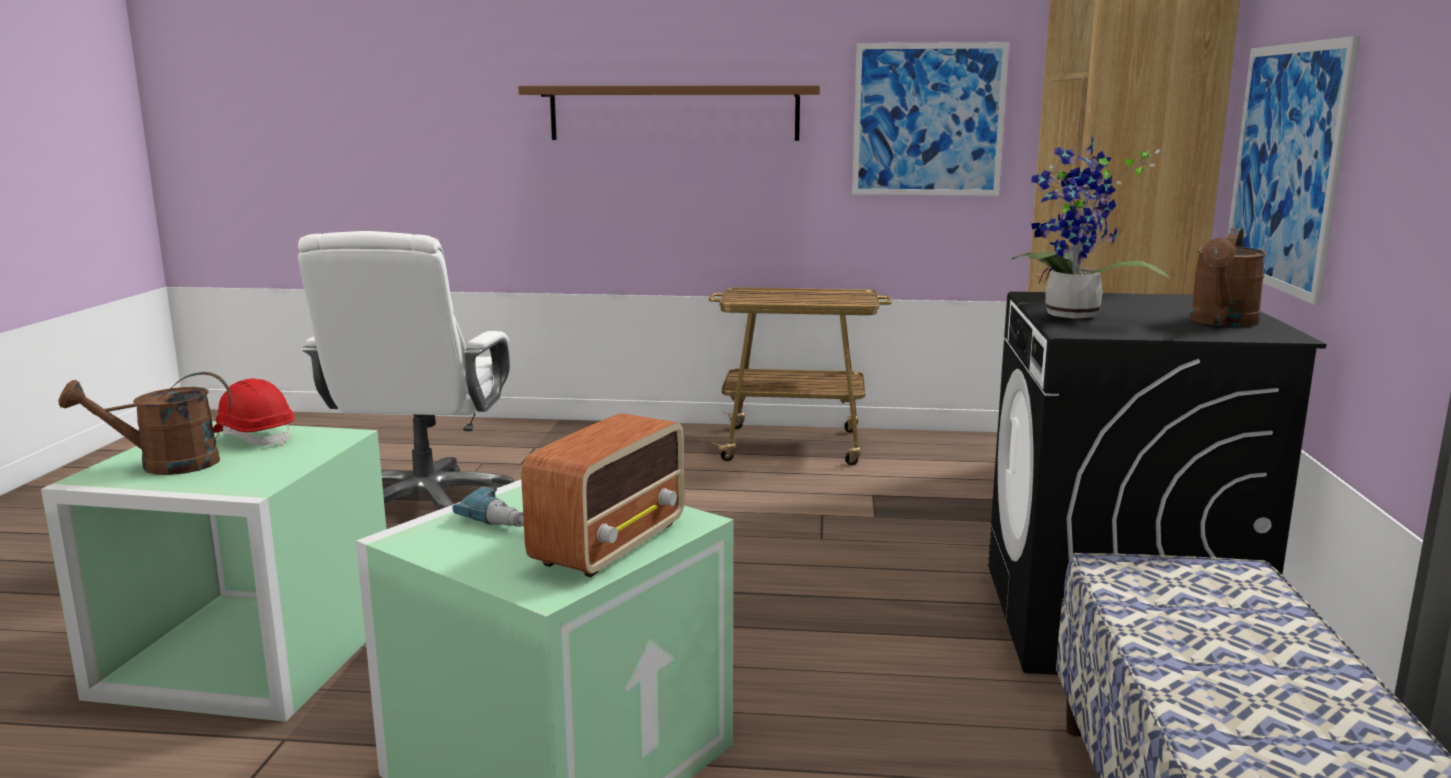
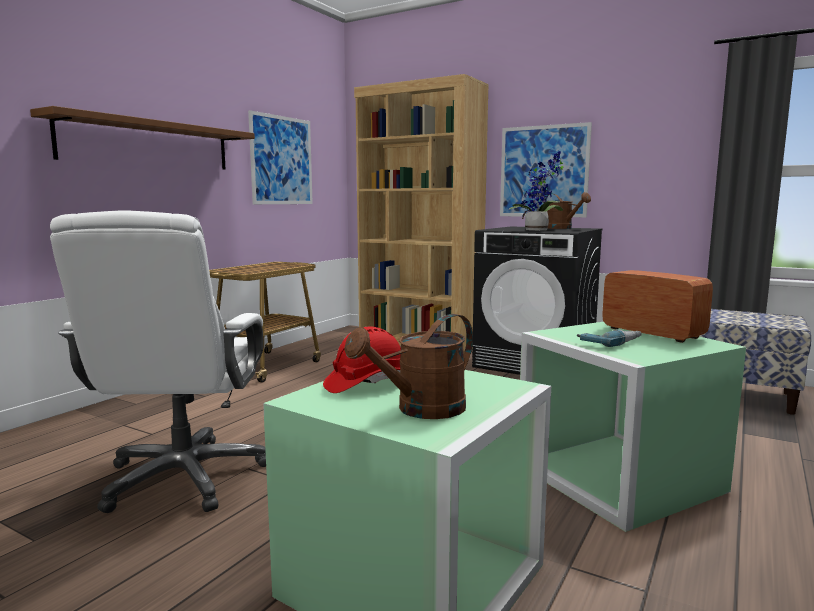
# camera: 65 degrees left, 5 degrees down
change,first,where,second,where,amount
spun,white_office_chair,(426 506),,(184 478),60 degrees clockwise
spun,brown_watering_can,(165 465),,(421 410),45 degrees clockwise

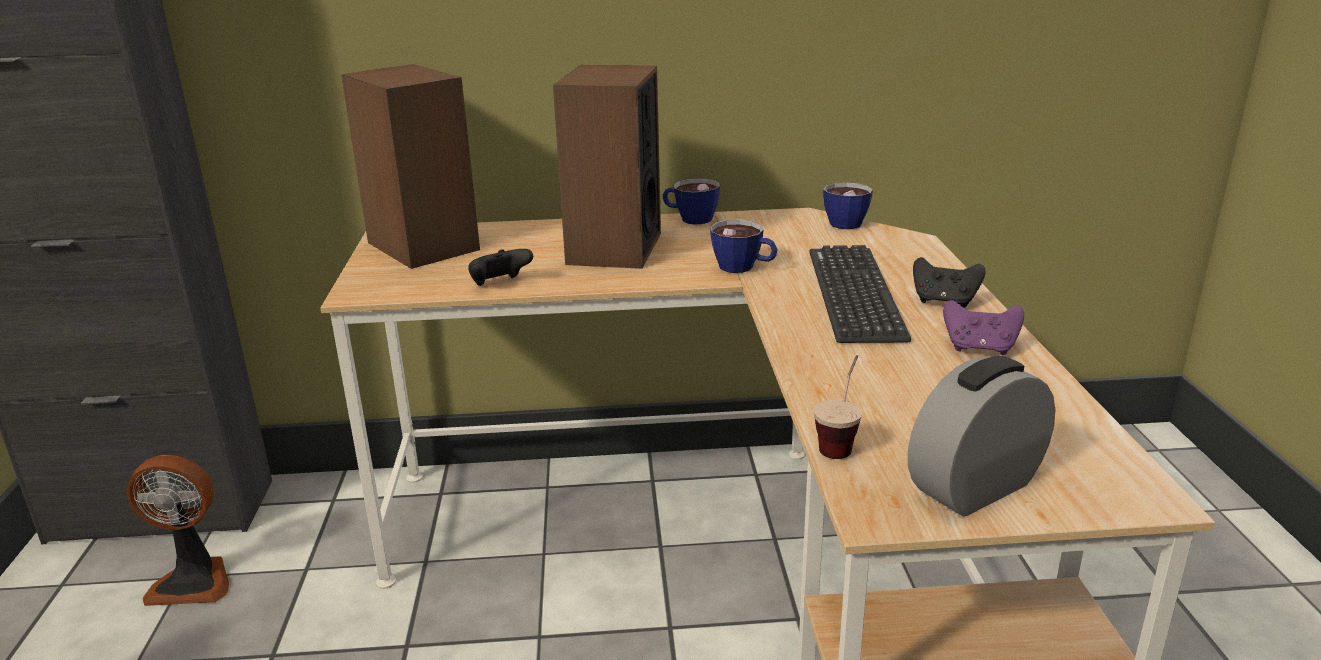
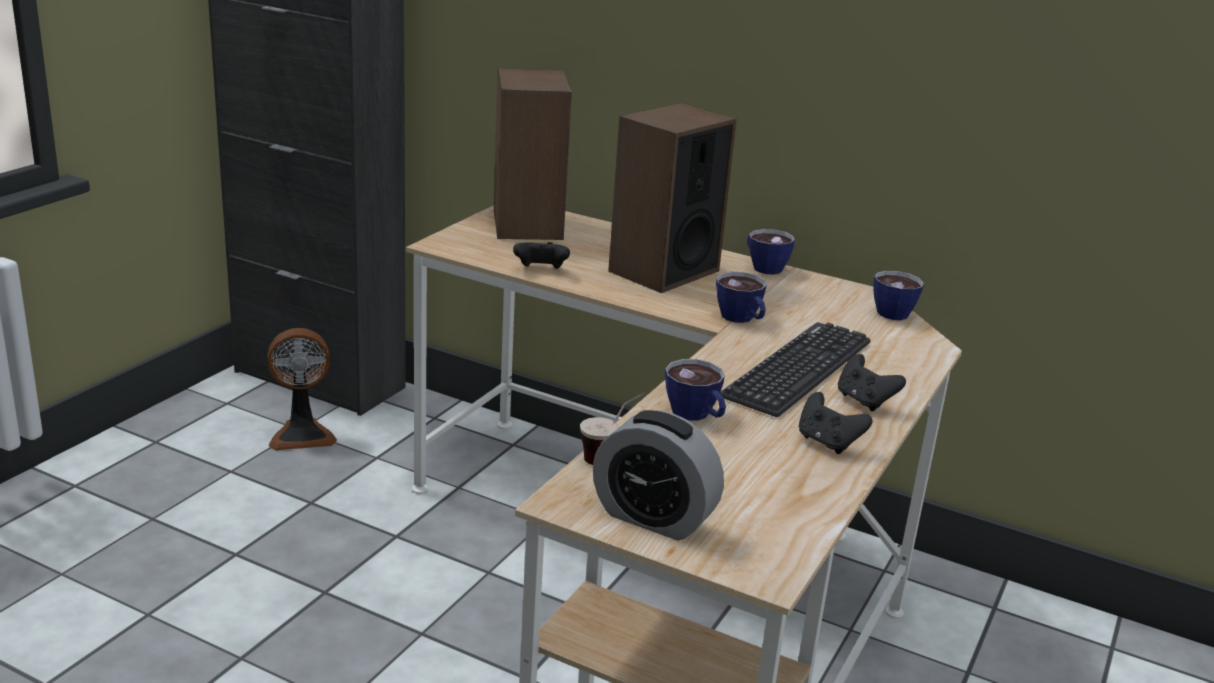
# camera: 30 degrees right, 0 degrees up
change,first,where,second,where,amount
spun,fan,(194 581),,(302 435),45 degrees counterclockwise
spun,alarm_clock,(975 488),,(653 518),150 degrees counterclockwise
appeared,,,cup,(696 416),
colour,purple_game_controller,(979 348),black_game_controller,(827 442),

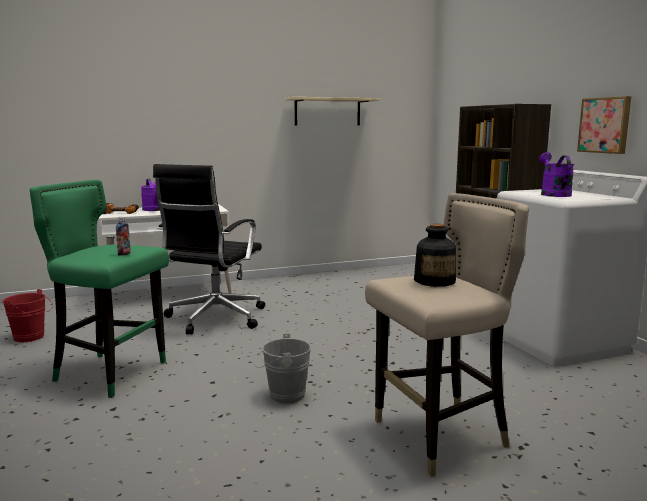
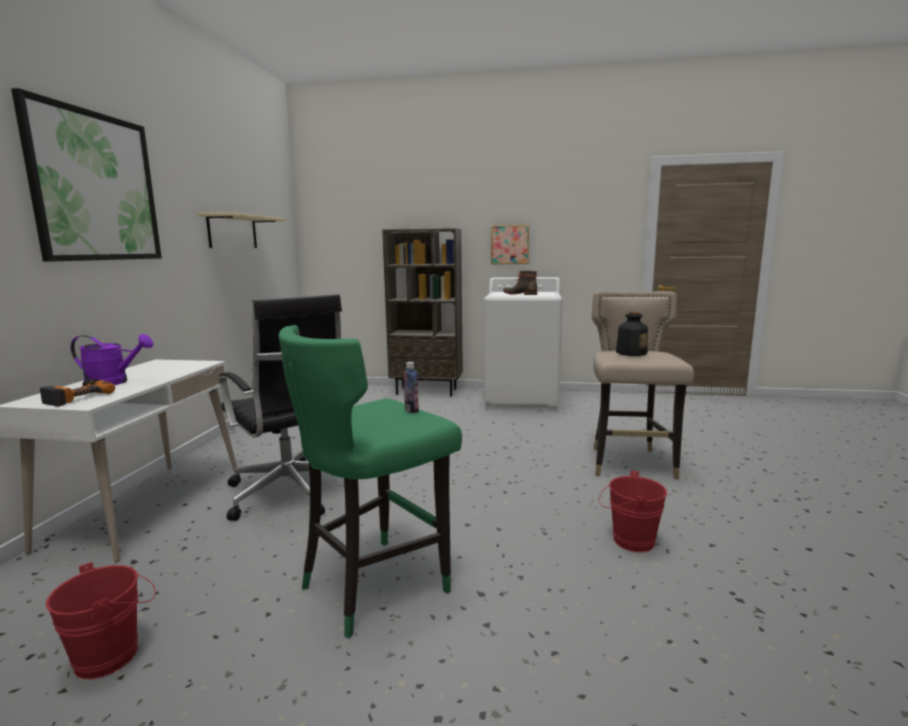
# camera: 60 degrees left, 0 degrees up
change,first,where,second,where,amount
appeared,,,picture,(95 187),
exchanged,purple_watering_can,(553 194),boot,(520 294),
appeared,,,red_bucket,(628 540),
missing,grey_bucket,(283 396),,,

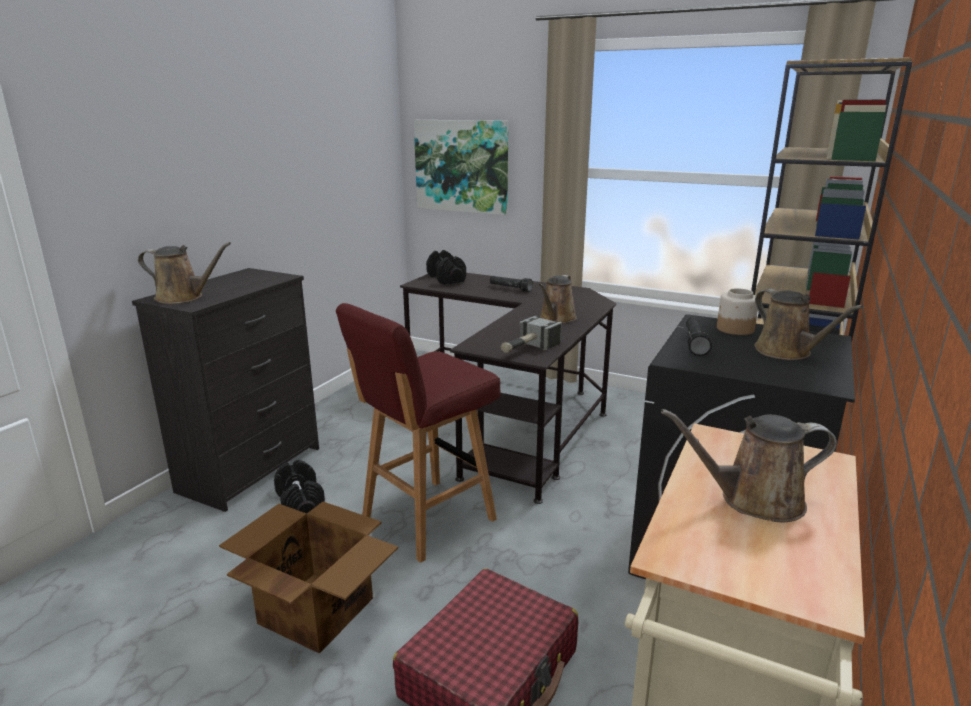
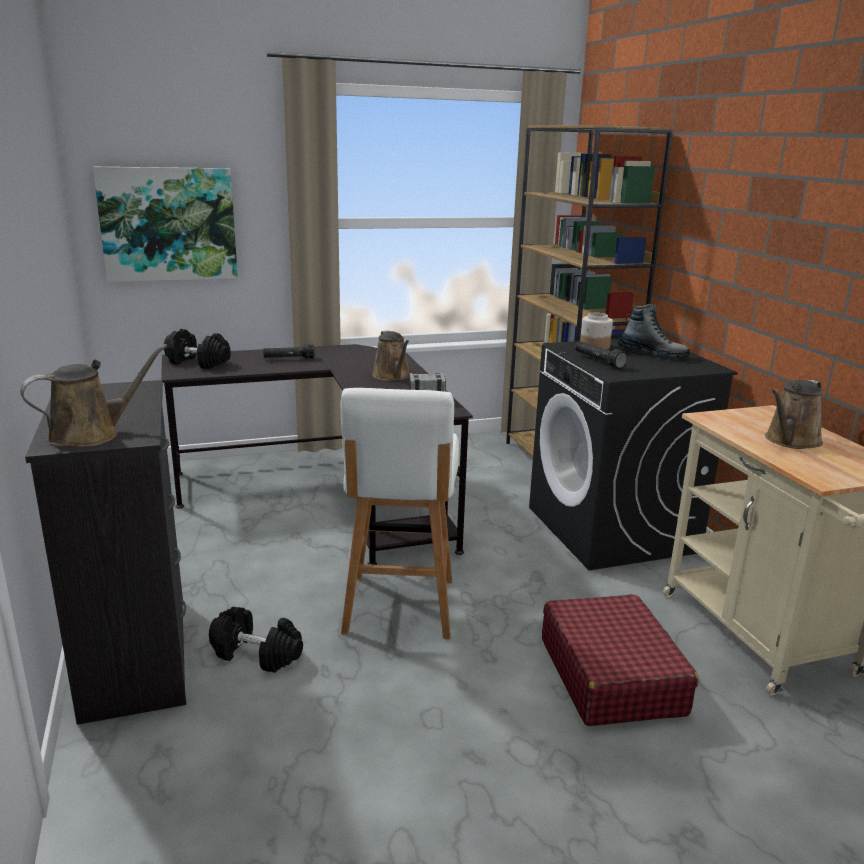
# camera: 45 degrees left, 0 degrees up
change,first,where,second,where,amount
colour,red_stool,(425 519),white_stool,(399 607),
exchanged,brown_watering_can,(786 352),boot,(652 354),
missing,cardboard_box,(315 609),,,

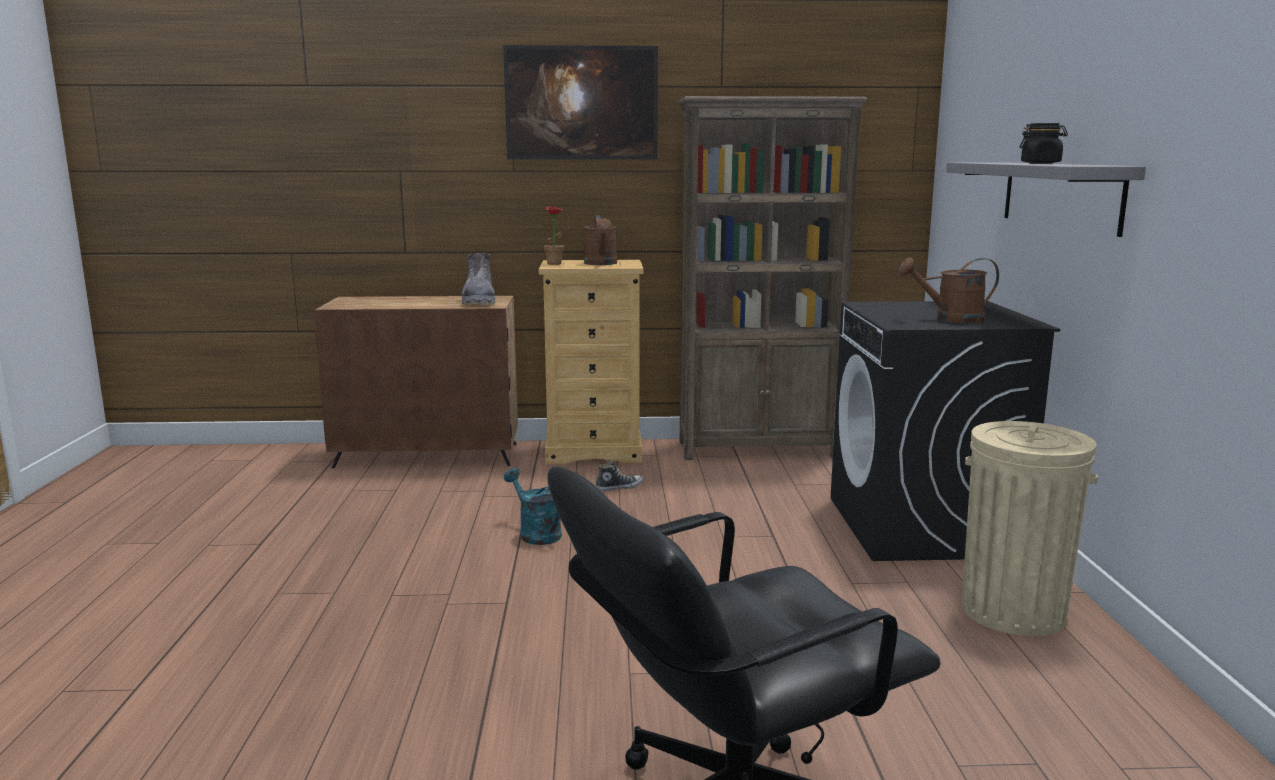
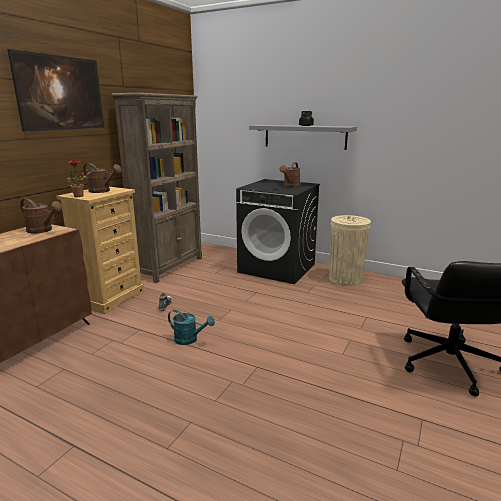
# camera: 60 degrees left, 5 degrees up
change,first,where,second,where,amount
exchanged,grey_boot,(479 302),brown_watering_can,(43 230),
spun,turquoise_watering_can,(535 533),,(189 340),150 degrees counterclockwise

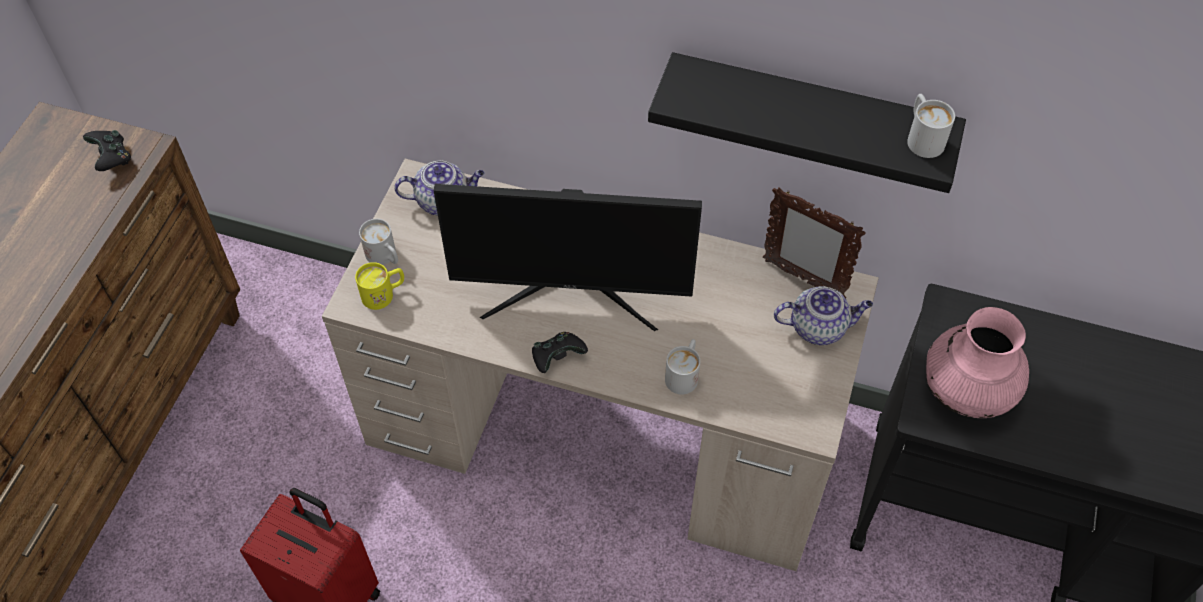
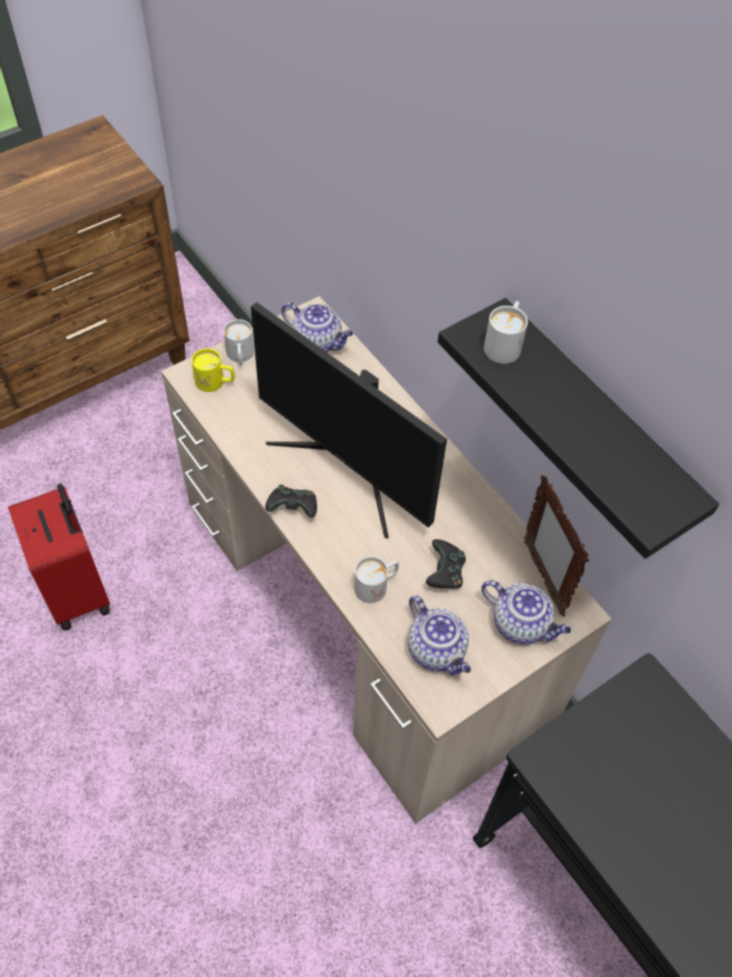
# camera: 35 degrees right, 0 degrees up
change,first,where,second,where,amount
appeared,,,teapot,(437 650),
relocated,black_game_controller,(112 158),,(445 573),
relocated,white_mug,(922 137),,(504 343),
missing,pink_vase,(966 393),,,

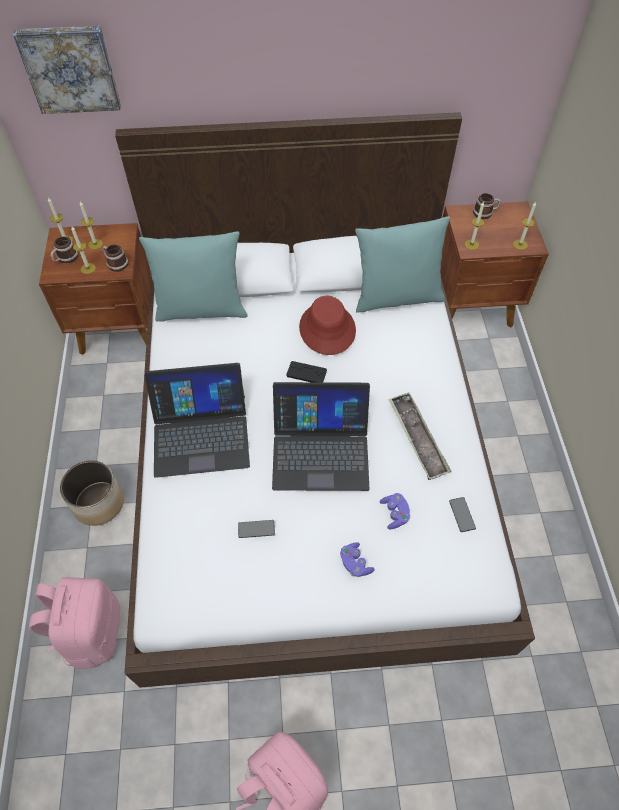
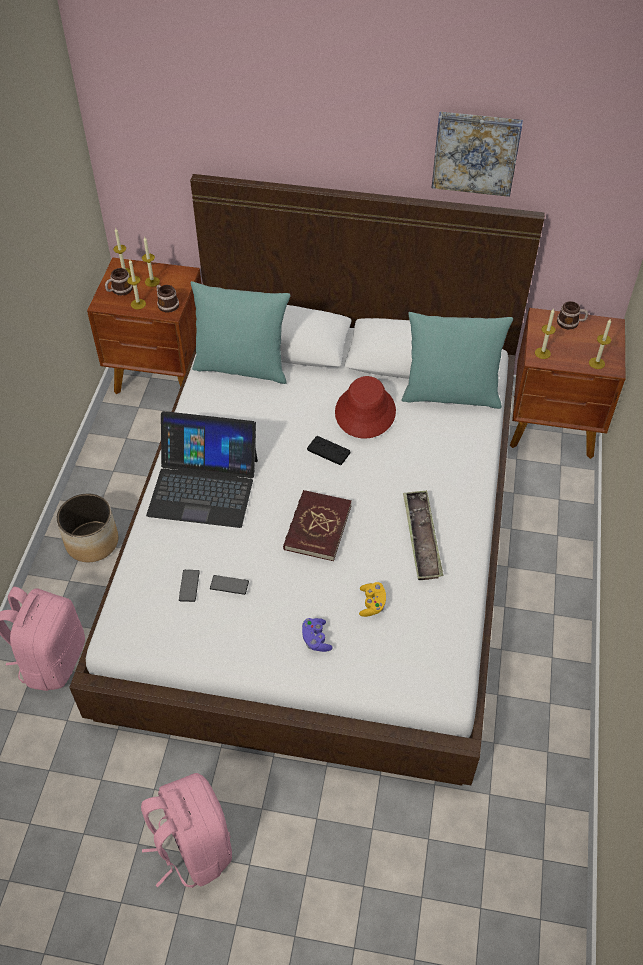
# camera: 15 degrees right, 5 degrees down
change,first,where,second,where,amount
relocated,phone,(462 514),,(189 586),
exchanged,laptop,(320 450),red_book,(317 527),
colour,purple_game_controller,(394 514),yellow_game_controller,(372 604),
relocated,picture,(70 68),,(476 152),

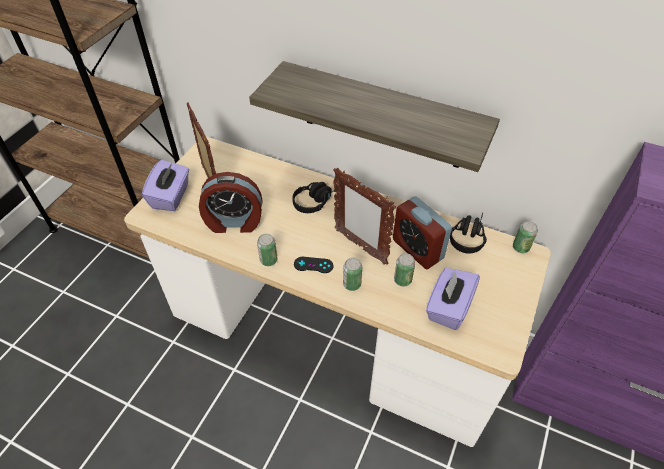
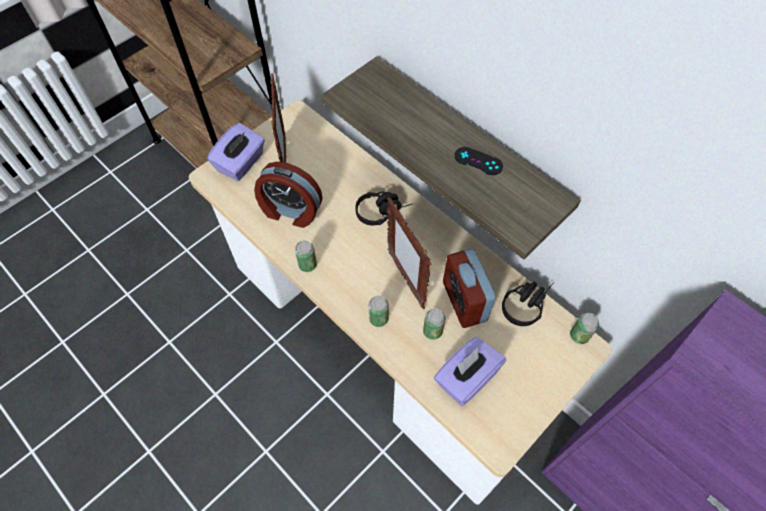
# camera: 20 degrees right, 10 degrees up
change,first,where,second,where,amount
relocated,black_game_controller,(313 265),,(478 161),

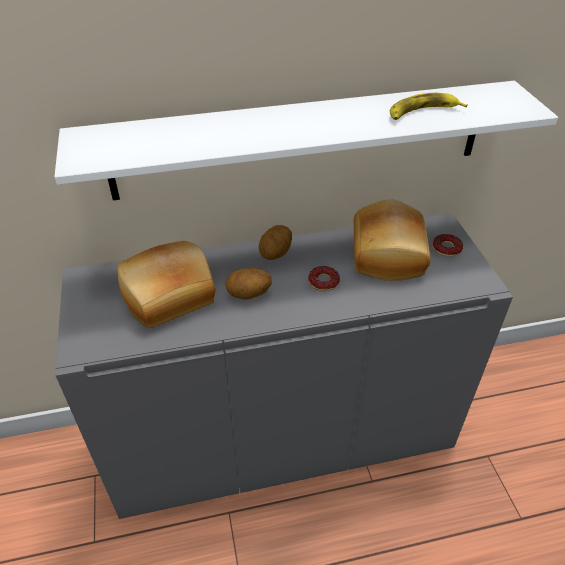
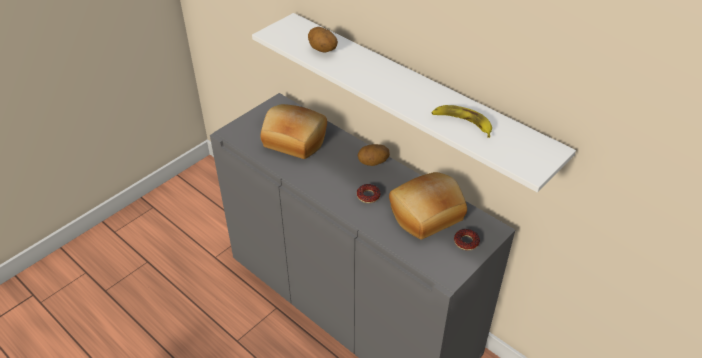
# camera: 55 degrees right, 0 degrees up
change,first,where,second,where,amount
relocated,potato,(249 295),,(322 50),

